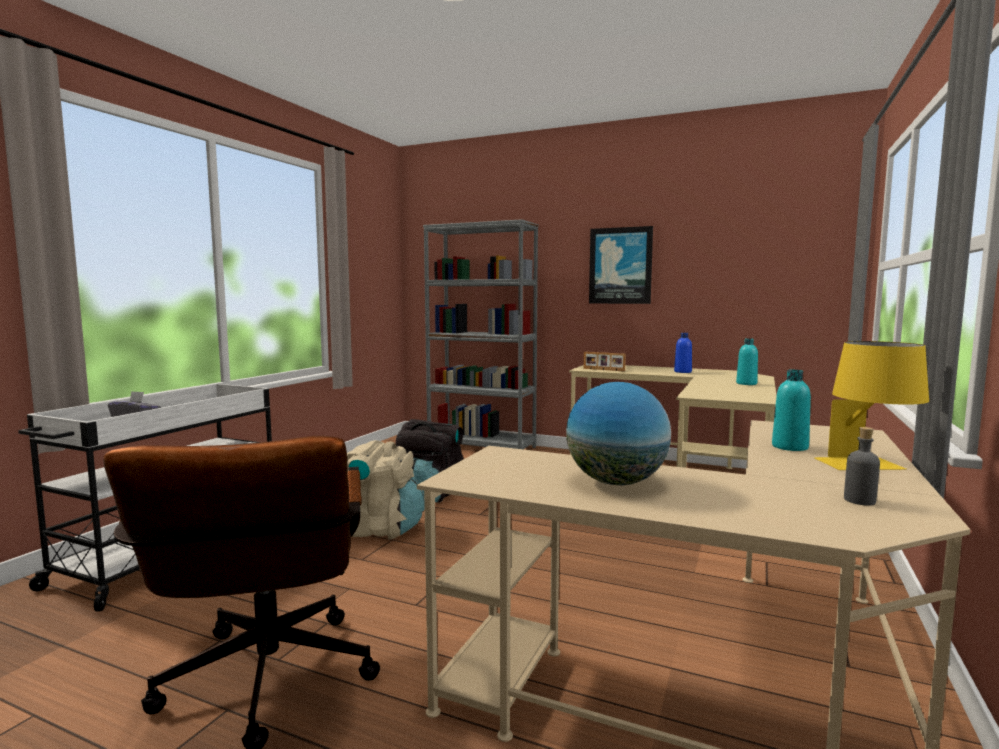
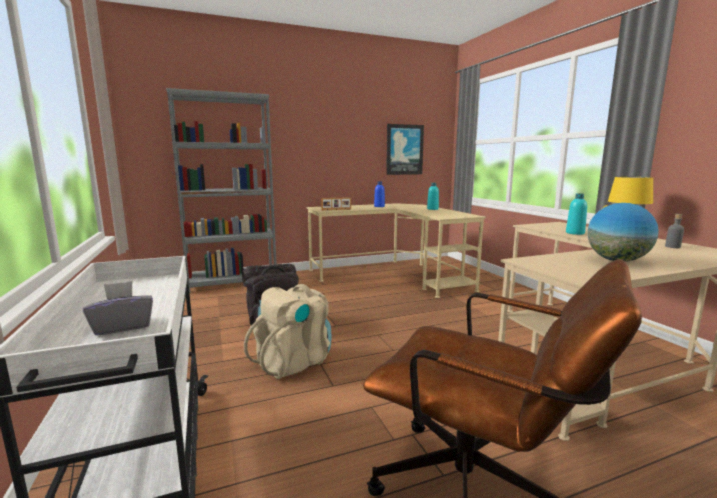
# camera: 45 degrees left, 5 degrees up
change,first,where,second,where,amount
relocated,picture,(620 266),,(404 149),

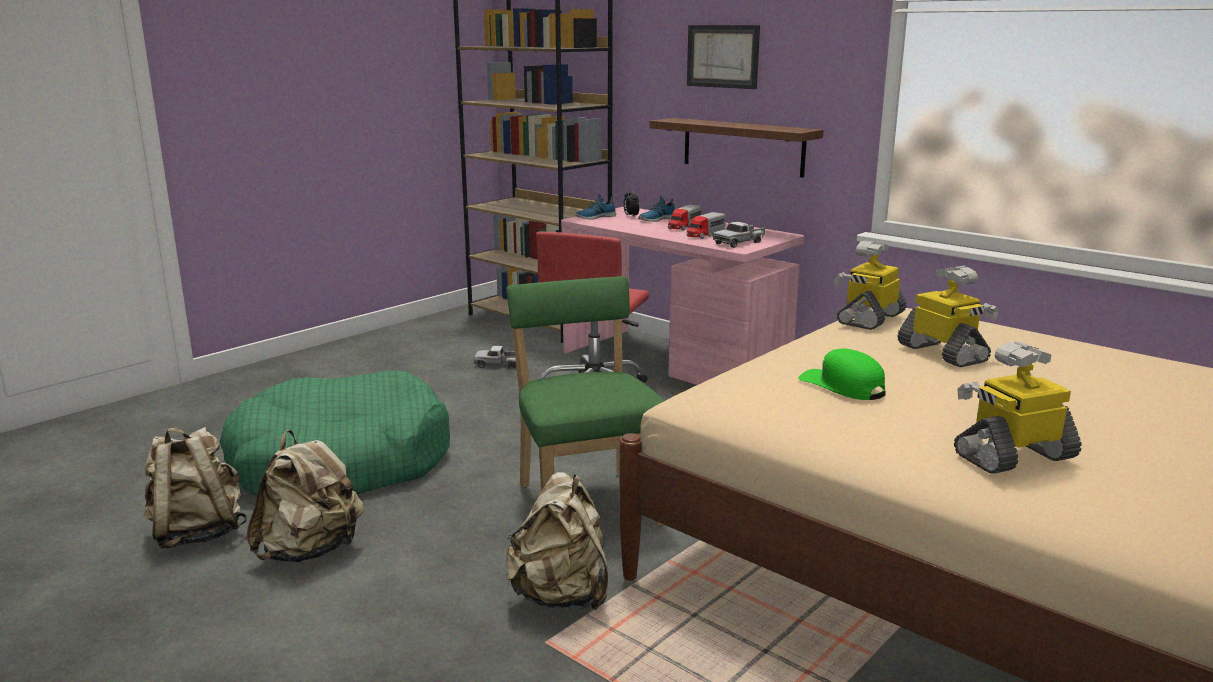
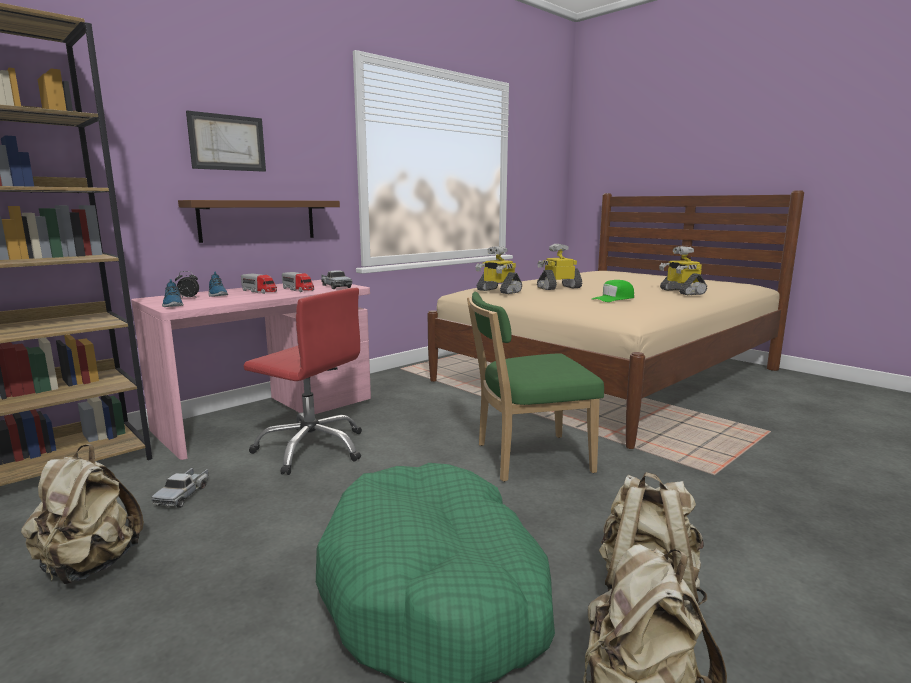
# camera: 85 degrees left, 5 degrees down
change,first,where,second,where,amount
relocated,beige_backpack,(561 596),,(89 566),

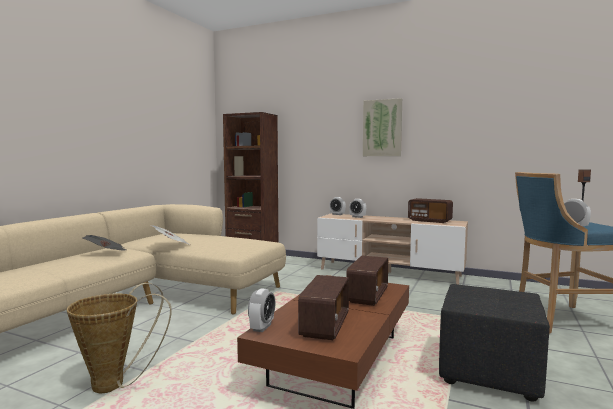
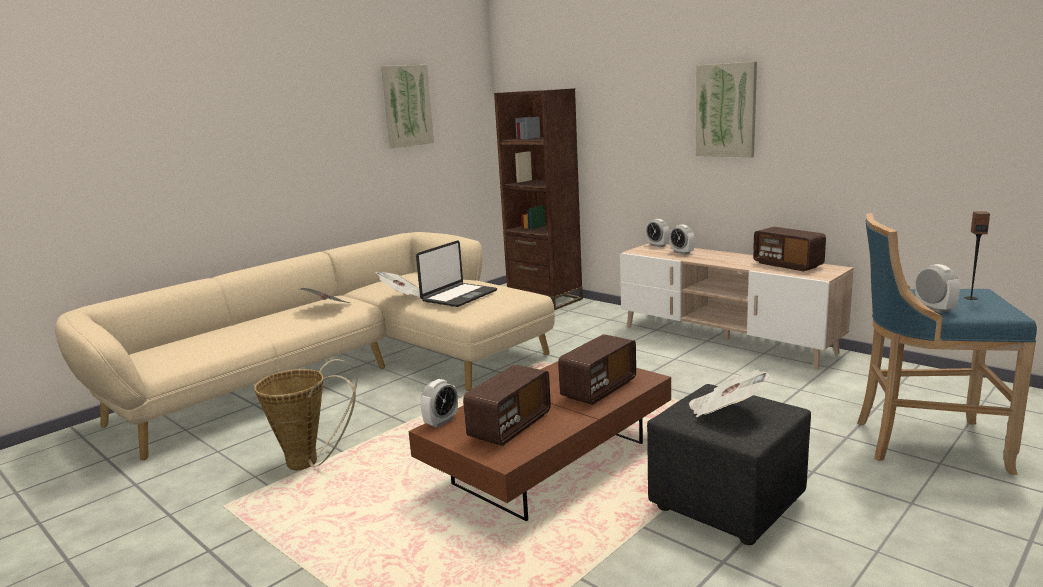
# camera: 20 degrees right, 10 degrees up
change,first,where,second,where,amount
appeared,,,picture,(407 106),
appeared,,,laptop,(458 296),
appeared,,,newspaper,(725 412),

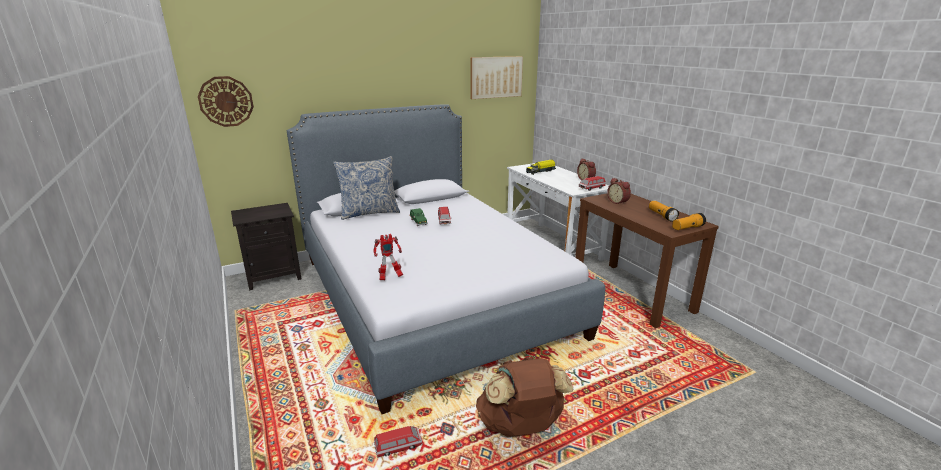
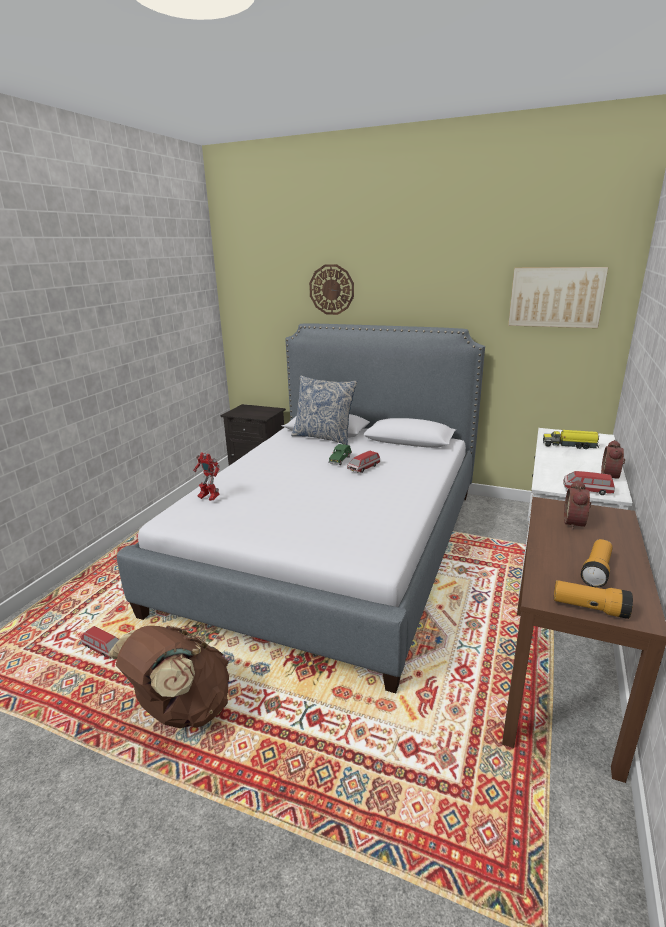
# camera: 50 degrees right, 0 degrees up
change,first,where,second,where,amount
relocated,wall_clock,(226 101),,(331 289),

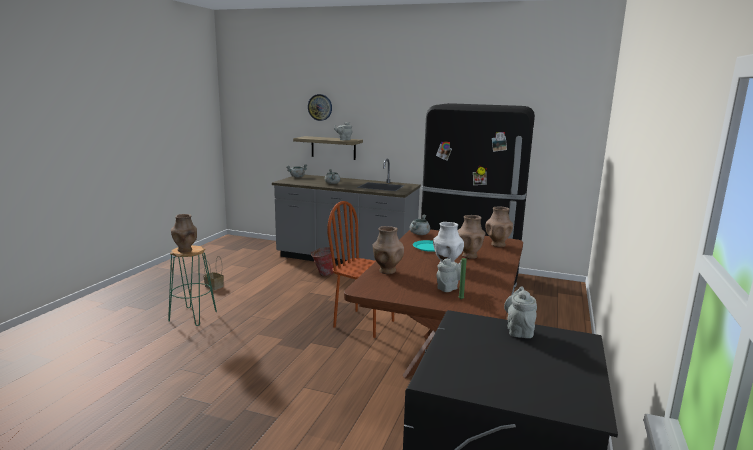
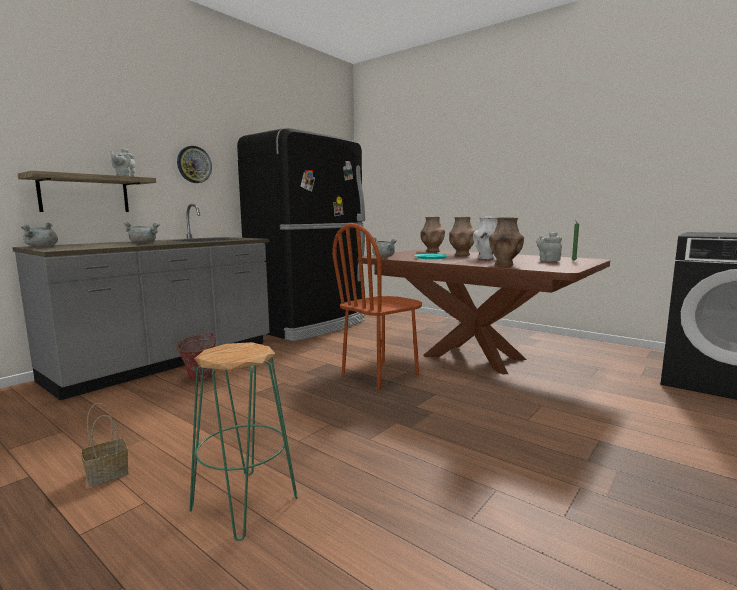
# camera: 70 degrees left, 5 degrees down
change,first,where,second,where,amount
relocated,wall_clock,(320 107),,(194 164),
missing,brown_vase,(185 250),,,
missing,grey_teapot,(519 330),,,

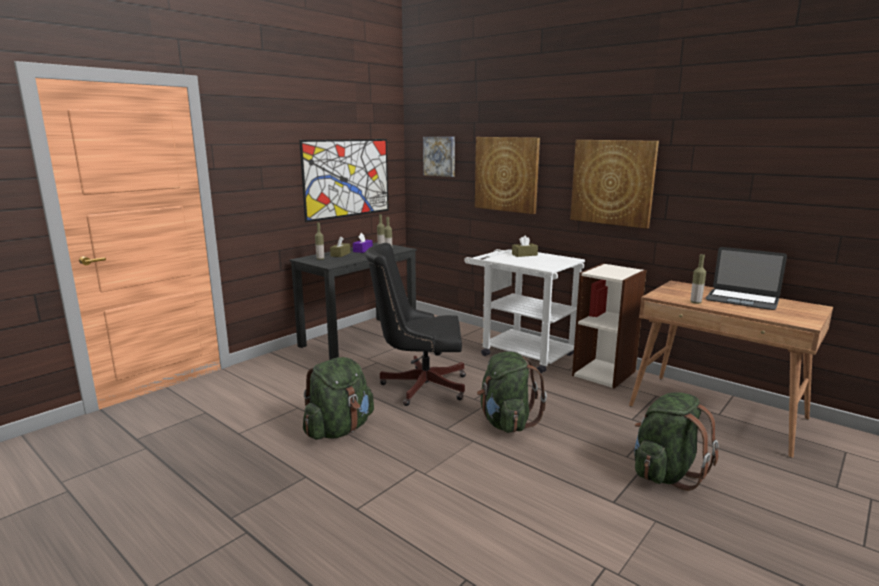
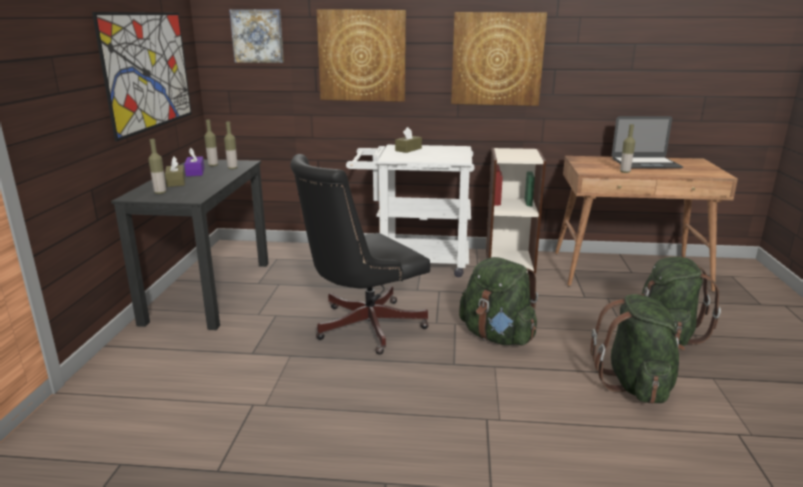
# camera: 35 degrees left, 5 degrees up
change,first,where,second,where,amount
relocated,green_backpack,(339 429),,(635 384),

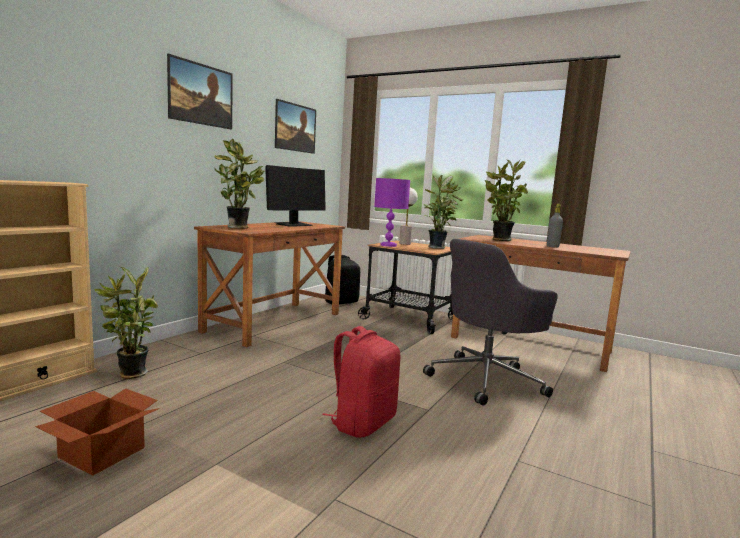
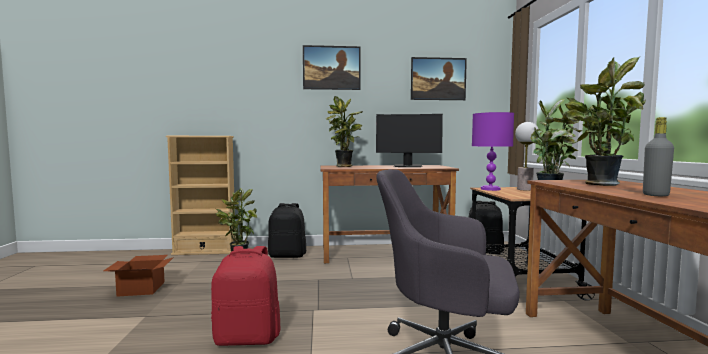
# camera: 55 degrees right, 5 degrees down
change,first,where,second,where,amount
appeared,,,black_backpack,(287 255),

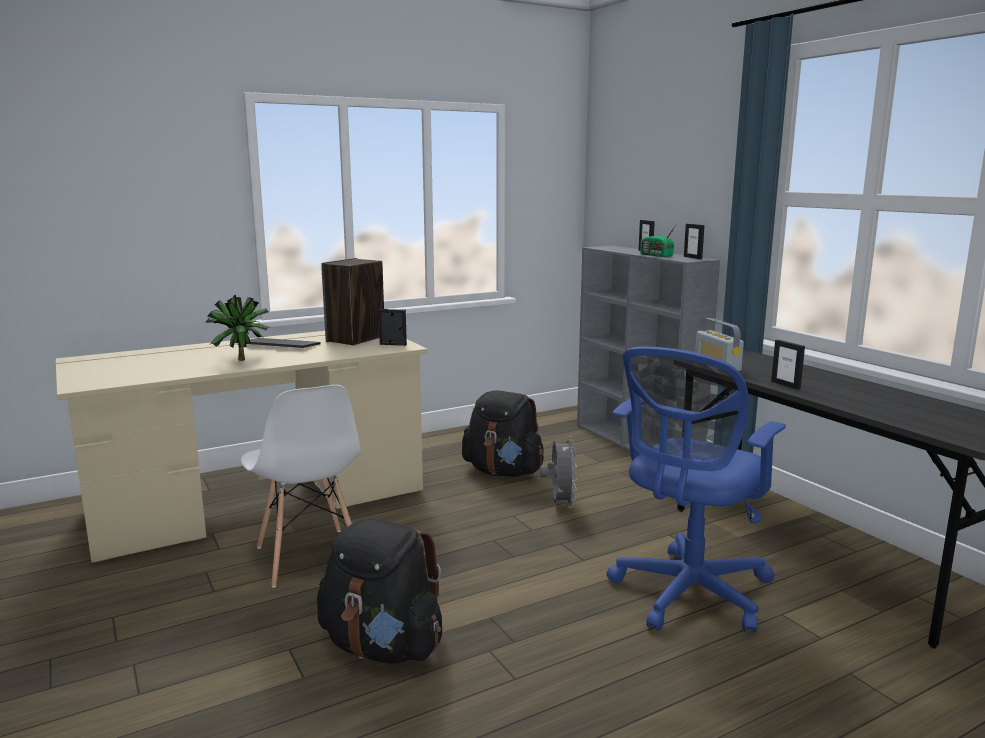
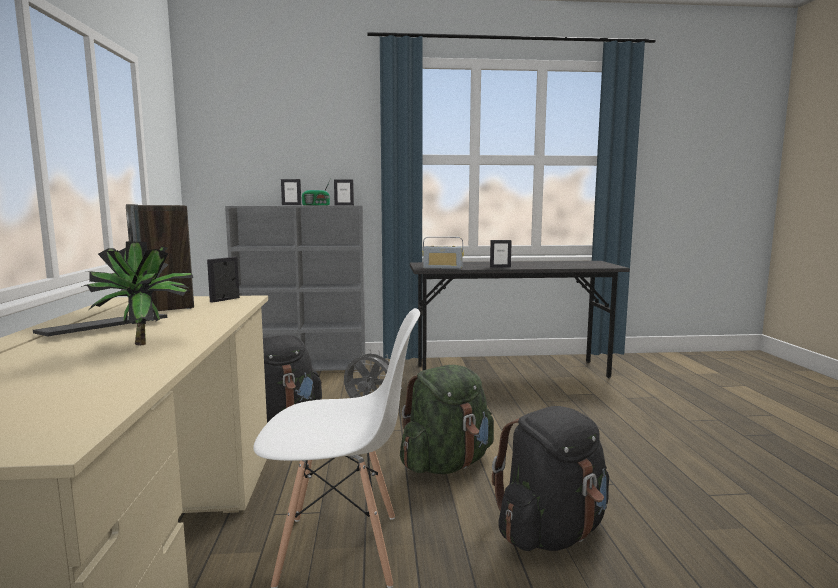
# camera: 65 degrees left, 5 degrees down
change,first,where,second,where,amount
appeared,,,green_backpack,(446 464),
missing,blue_office_chair,(687 595),,,

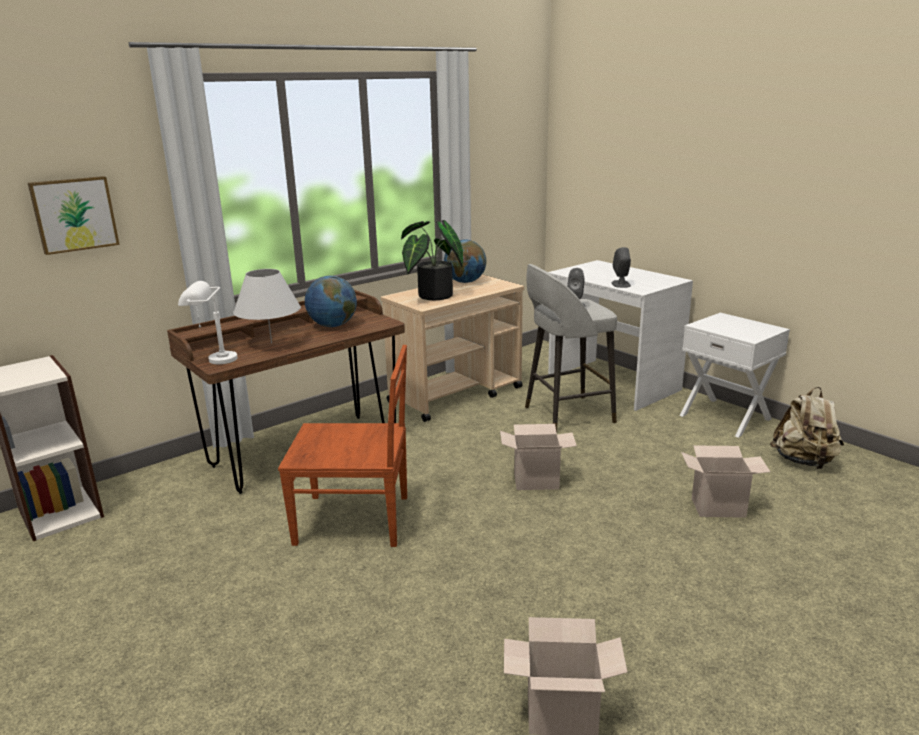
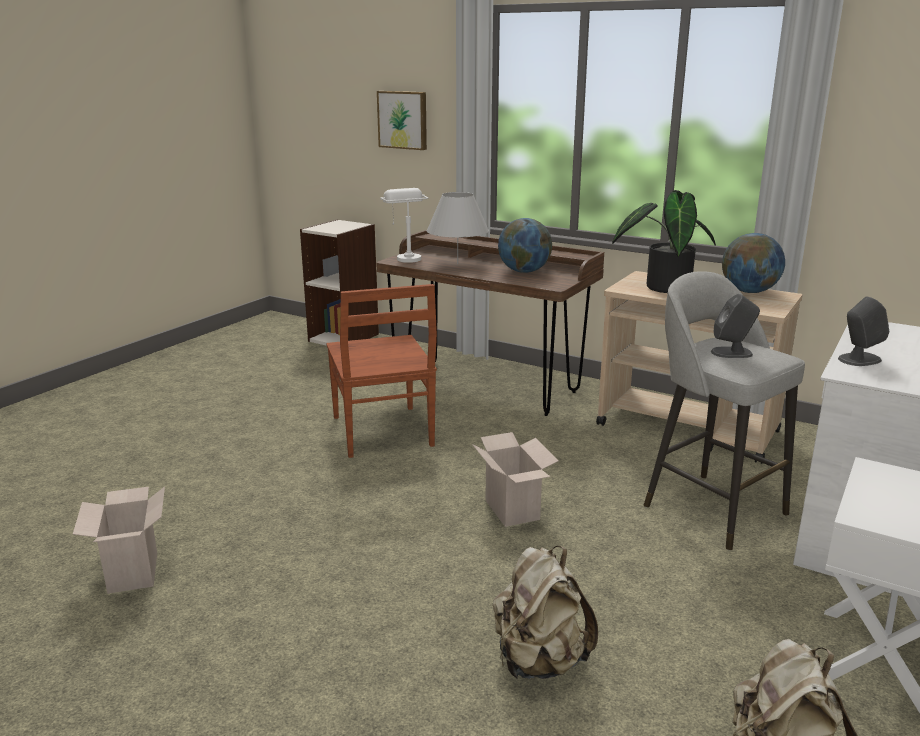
# camera: 70 degrees right, 0 degrees up
change,first,where,second,where,amount
exchanged,cardboard_box,(719 507),beige_backpack,(539 661),

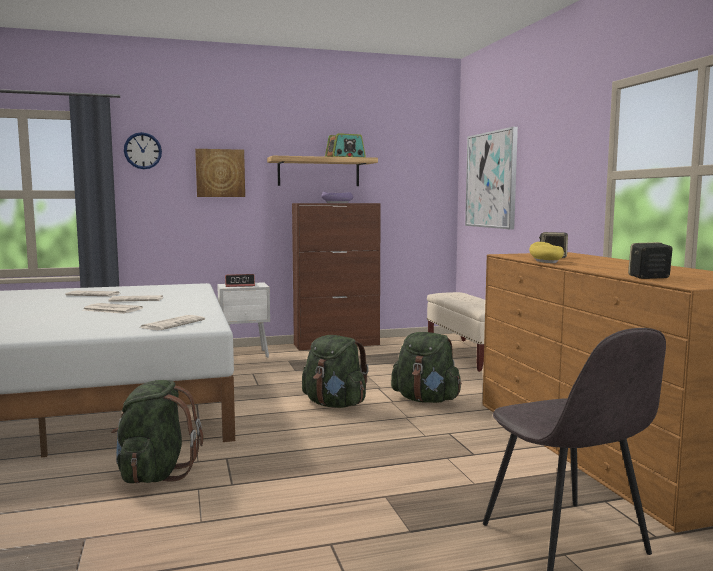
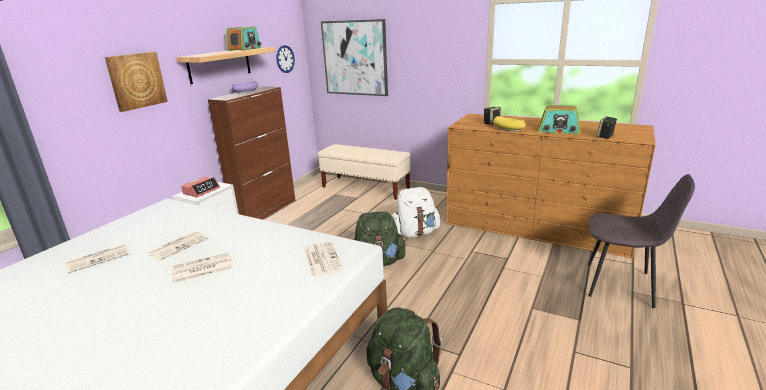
# camera: 45 degrees left, 15 degrees up
change,first,where,second,where,amount
relocated,wall_clock,(143 151),,(285 59),
colour,green_backpack,(426 400),white_backpack,(415 233),
appeared,,,radio,(558 130),

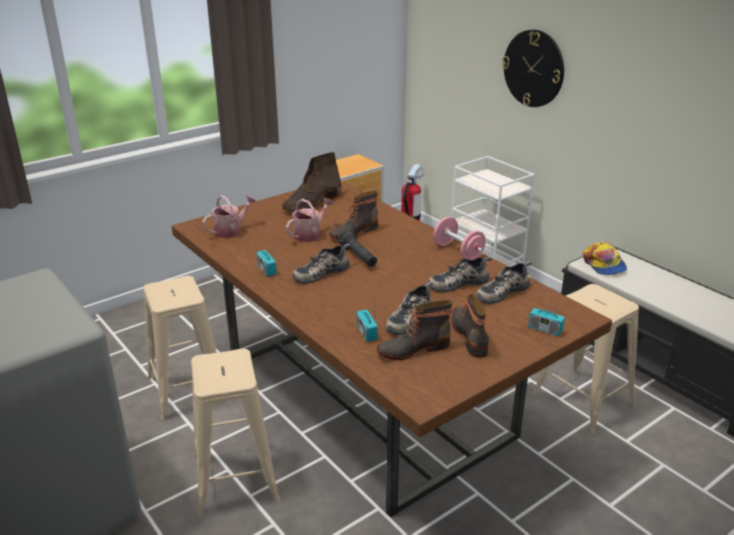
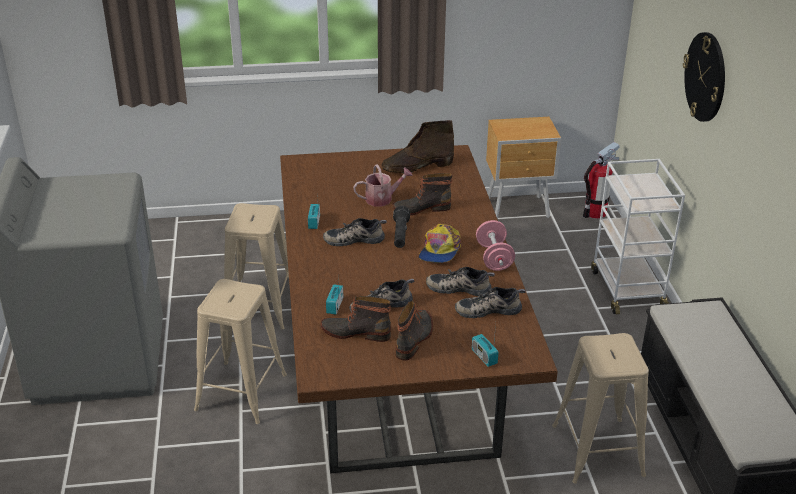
# camera: 30 degrees right, 5 degrees up
change,first,where,second,where,amount
relocated,cap,(604 265),,(440 250),
missing,watering_can,(231 230),,,

